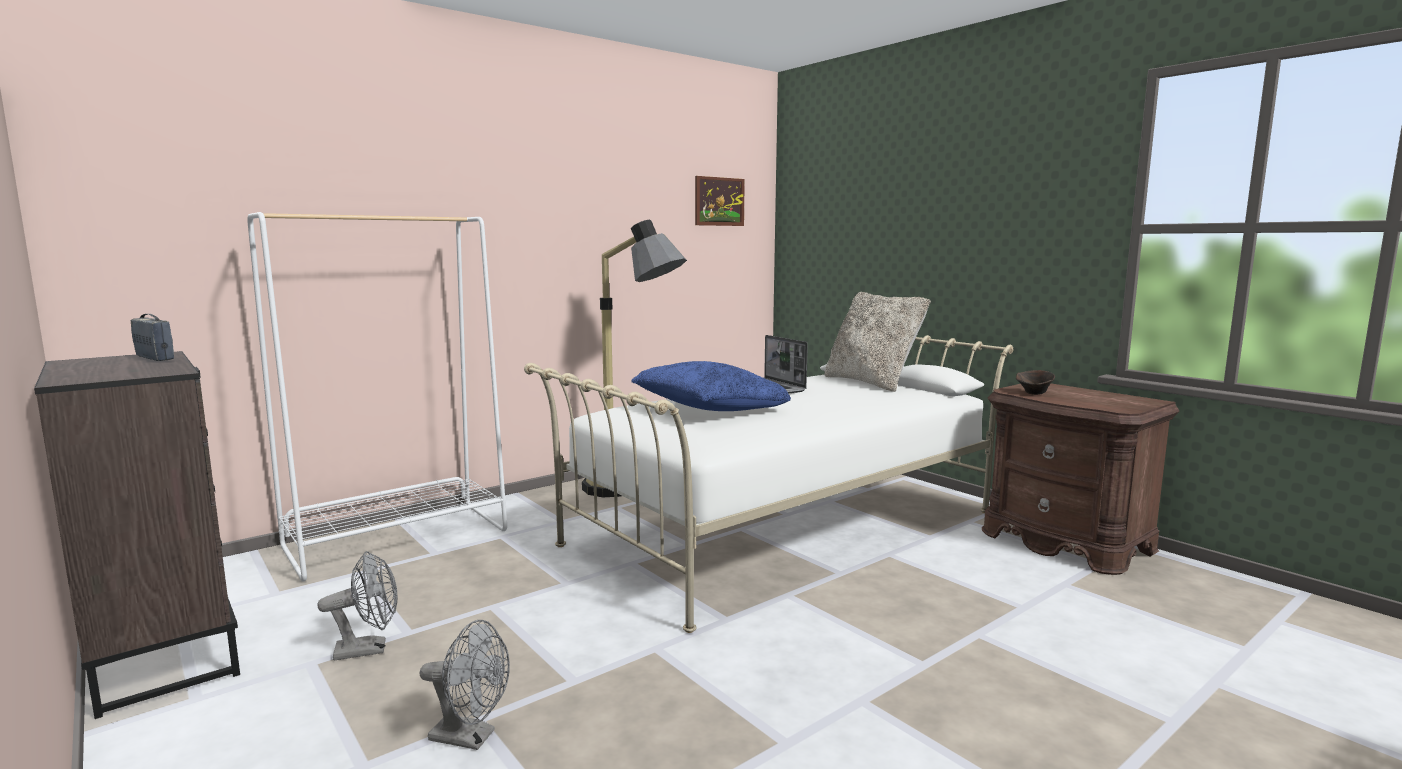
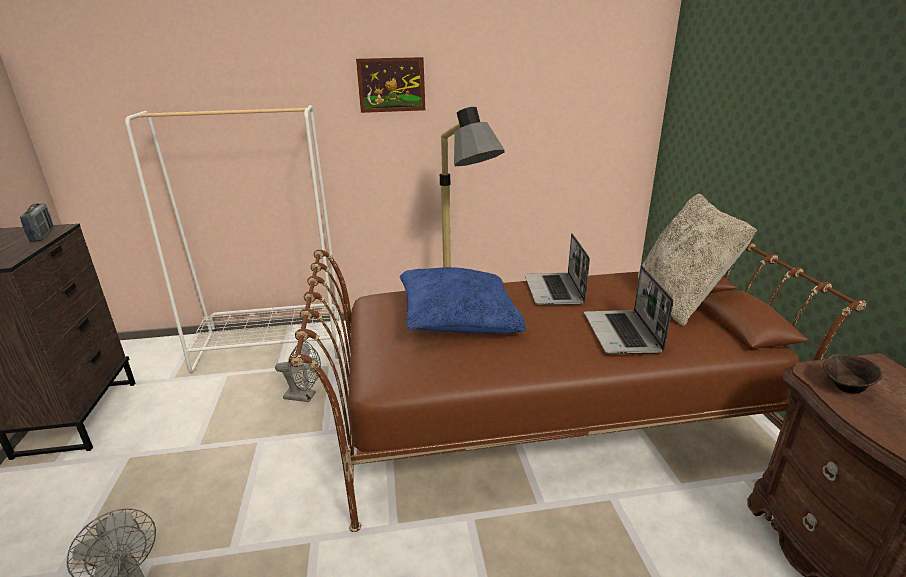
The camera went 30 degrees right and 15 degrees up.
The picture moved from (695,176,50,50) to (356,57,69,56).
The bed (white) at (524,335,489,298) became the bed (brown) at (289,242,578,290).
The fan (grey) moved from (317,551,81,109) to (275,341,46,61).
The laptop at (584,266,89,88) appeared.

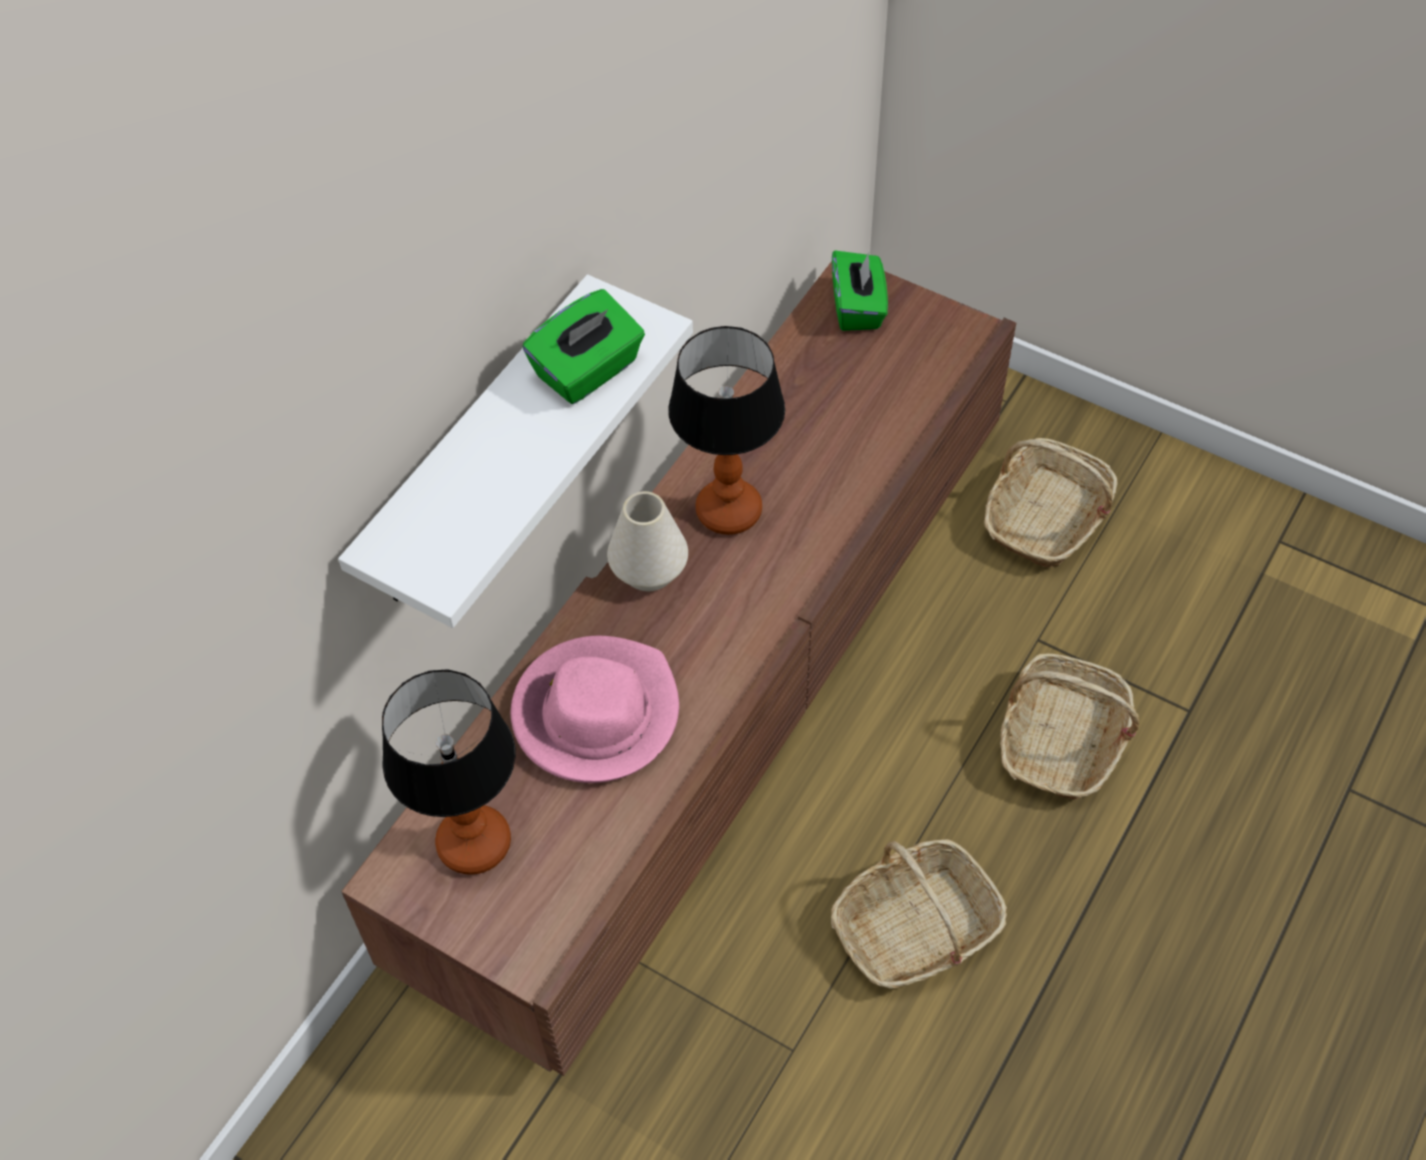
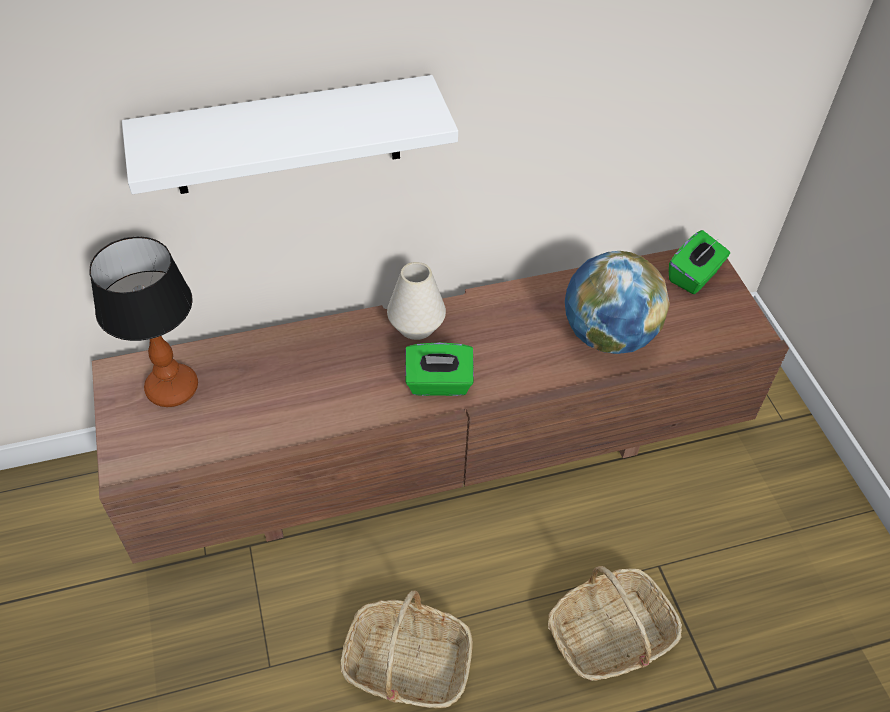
The camera went 40 degrees right and 5 degrees down.
The tissue box (green) moved from (522,289,123,115) to (405,343,69,53).
The table lamp at (668,326,117,209) disappeared.
The basket at (984,438,134,130) disappeared.
The hat (pink) at (511,636,168,147) disappeared.
The globe at (565,251,105,103) appeared.

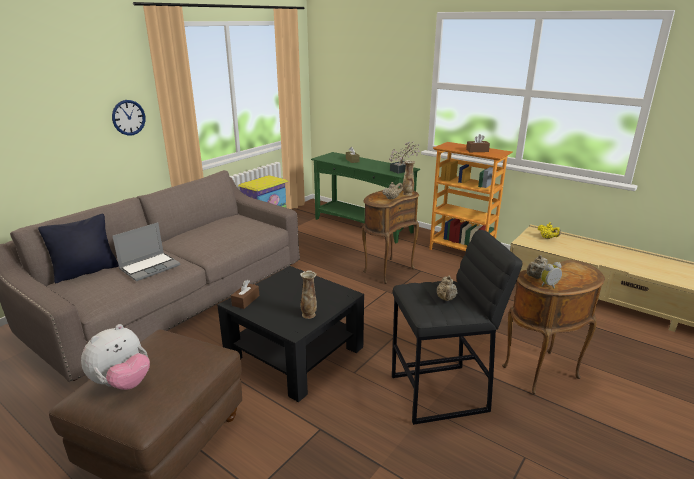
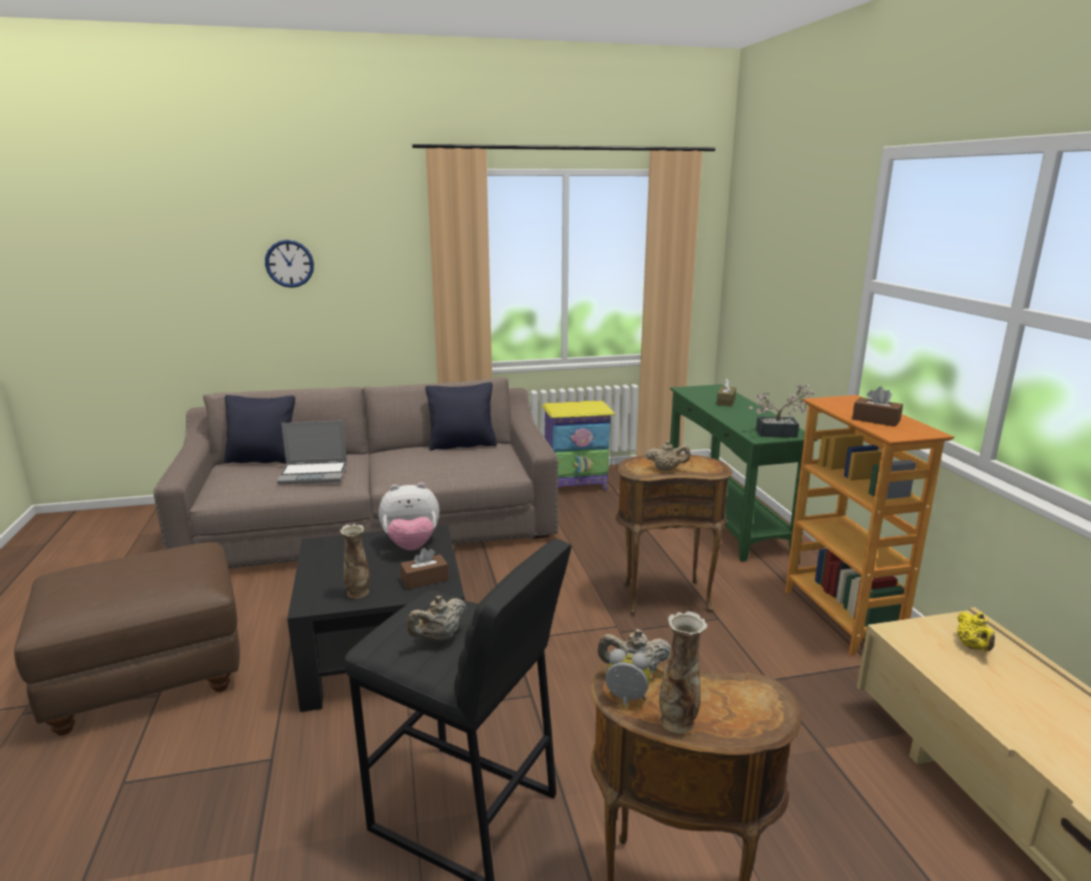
The camera went 40 degrees right and 5 degrees down.
The wall clock moved from (112,100,34,35) to (265,240,49,48).
The vase moved from (403,160,12,36) to (659,611,49,122).
The tissue box (brown) moved from (231,280,28,29) to (400,548,49,42).
The plush toy moved from (81,324,69,66) to (379,483,60,67).
The pillow (black) at (425,382,72,69) appeared.

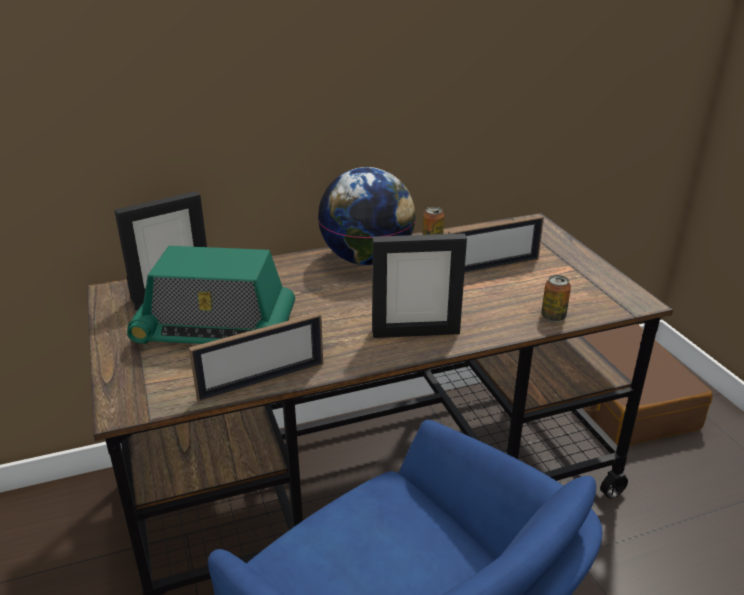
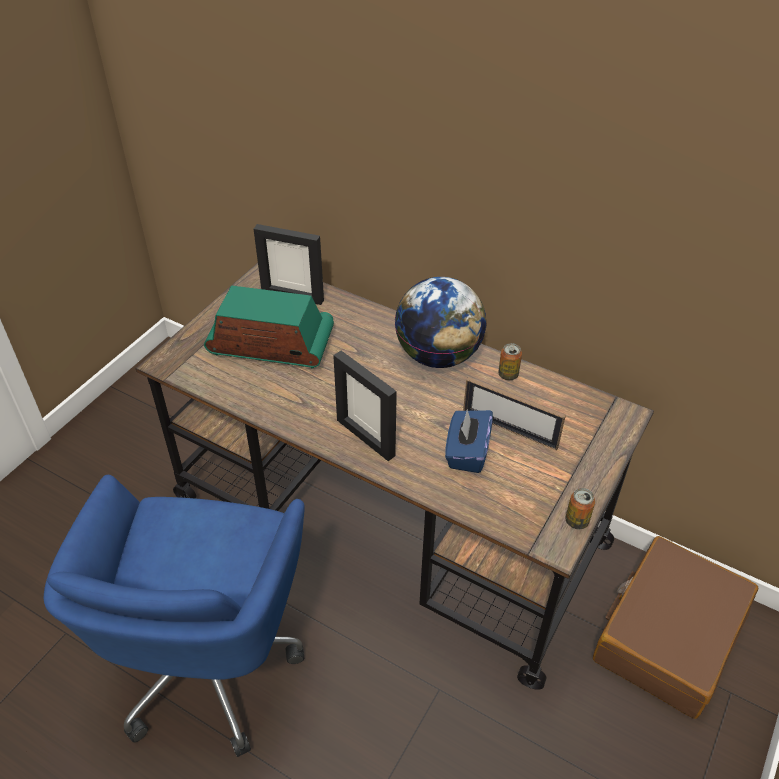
The camera went 50 degrees right and 15 degrees up.
The radio at (127,246,168,98) turned 135 degrees clockwise.
The can moved from (541,275,30,47) to (565,488,30,41).
The picture frame at (189,313,134,90) disappeared.
The tissue box (blue) at (445,409,48,64) appeared.

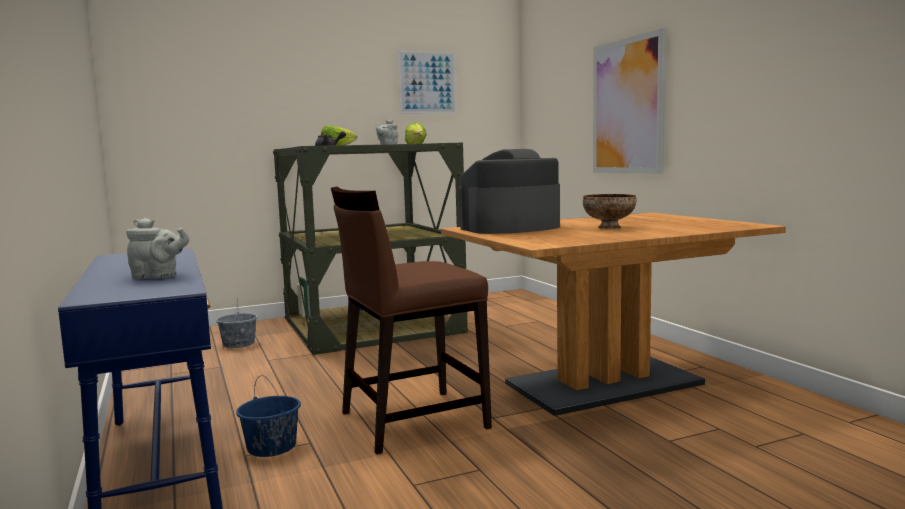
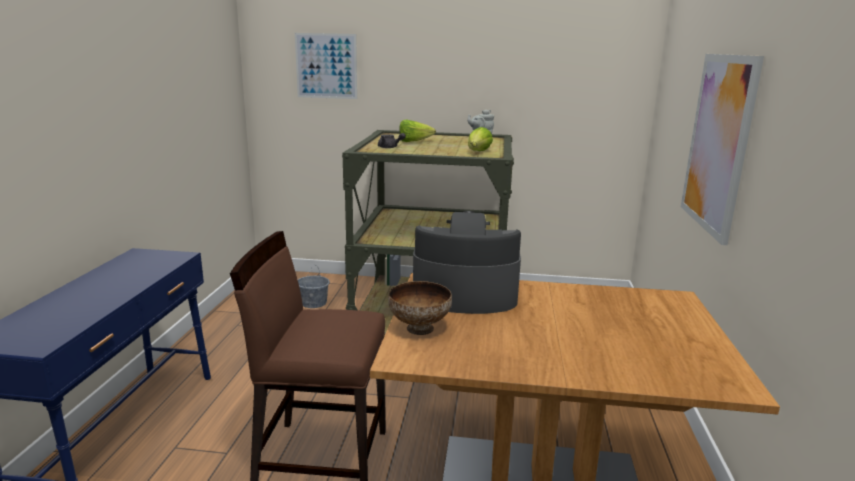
The camera went 30 degrees right and 10 degrees up.
The picture moved from (398,50,59,64) to (295,33,62,66).
The bowl moved from (583,194,53,35) to (388,281,64,54).
The teapot (grey) at (126,218,64,61) disappeared.
The bucket (blue) at (236,375,65,82) disappeared.

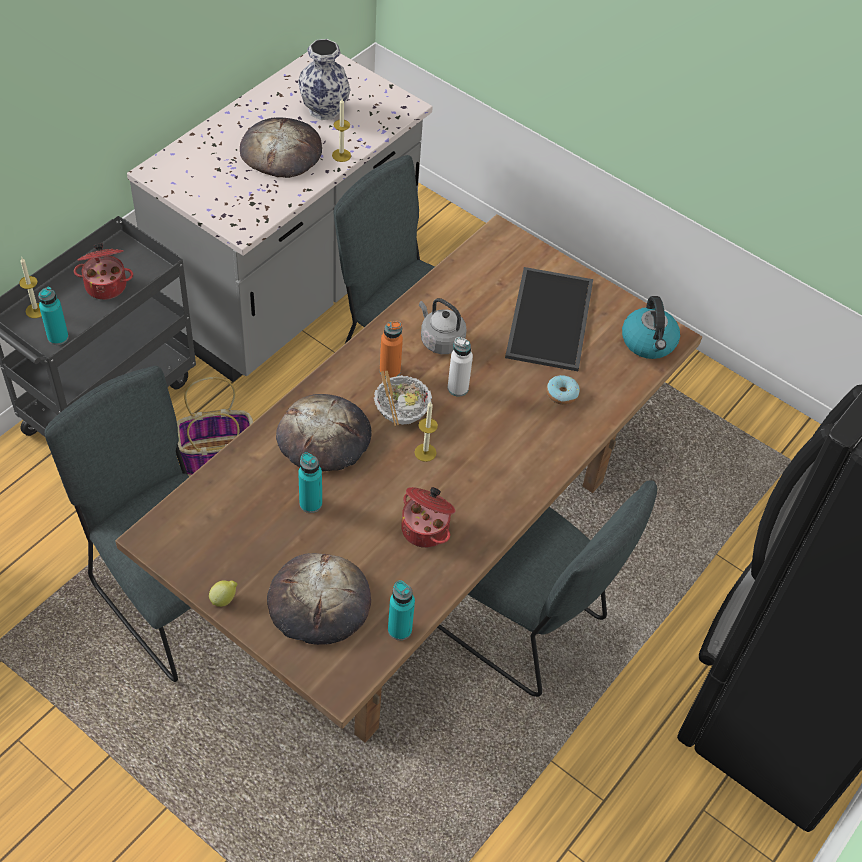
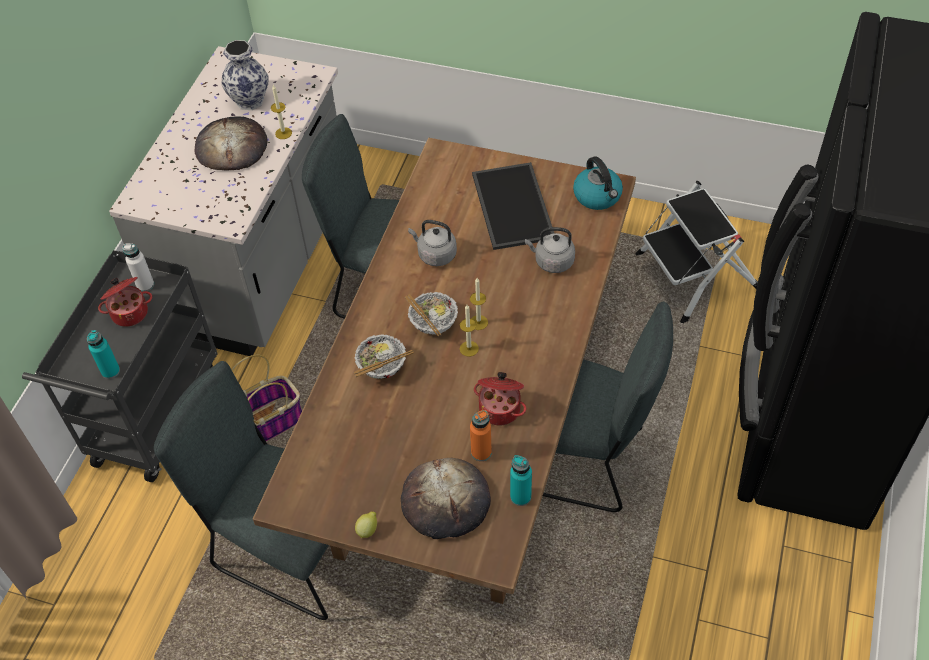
The camera went 15 degrees left and 0 degrees up.
The candle moved from (19,258,23,60) to (470,278,18,52).
The bottle (orange) moved from (380,321,23,57) to (470,410,22,51).
The bottle (white) moved from (448,337,25,60) to (122,243,32,49).
The donut at (546,375,34,30) was replaced by the kettle (grey) at (525,227,50,46).
The bread at (276,394,96,77) was replaced by the bowl at (354,334,60,45).
The bottle (turquoise) at (298,452,24,61) disappeared.
The step ladder at (635,181,123,142) appeared.

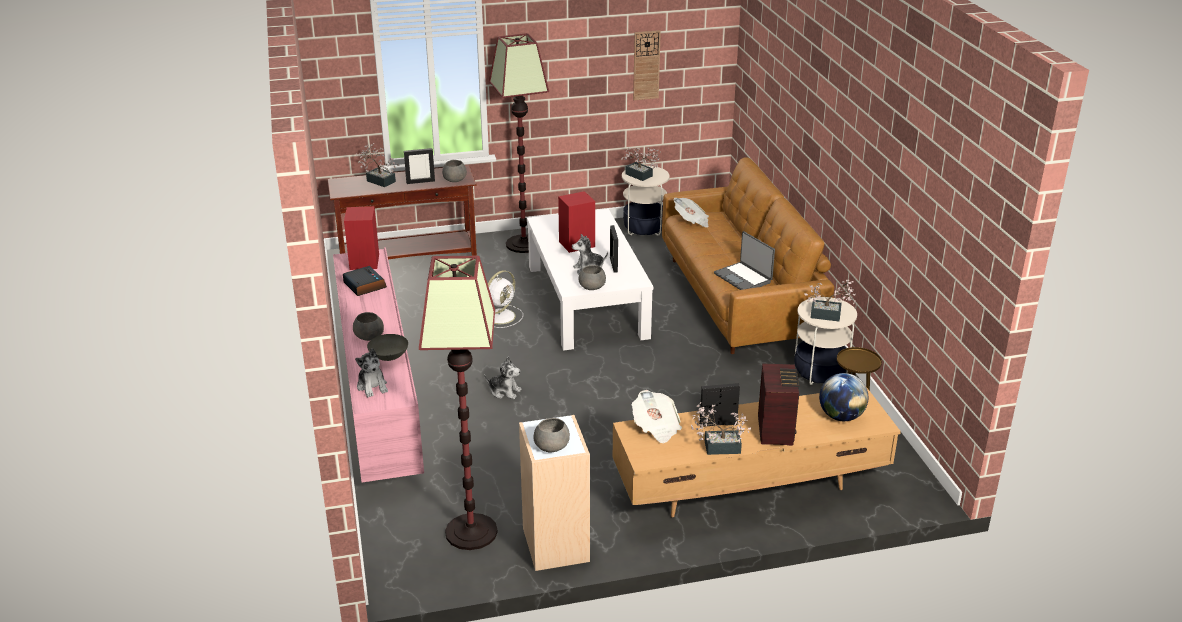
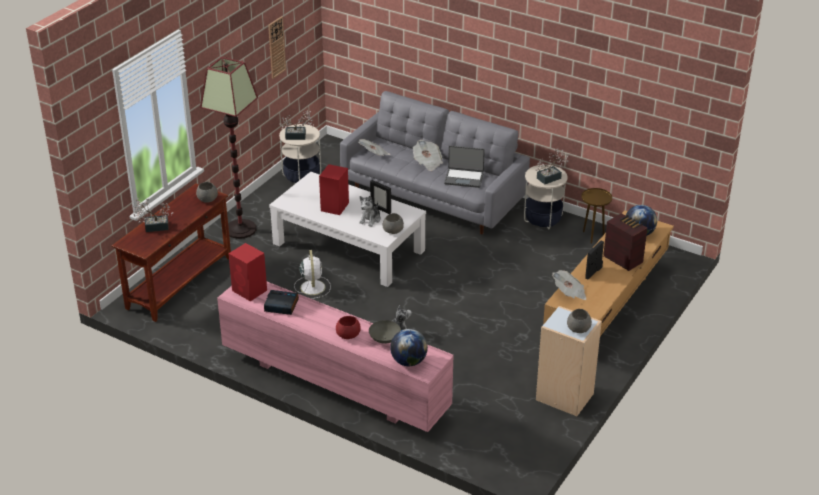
The camera went 45 degrees left and 5 degrees up.
The picture frame at (404,148,31,36) disappeared.
The sofa (brown) at (662,157,172,197) became the sofa (grey) at (340,91,190,143).
The floor lamp at (419,256,79,294) disappeared.
The bowl (grey) at (353,312,31,29) became the bowl (red) at (336,316,25,23).
The plush toy at (355,348,33,50) was replaced by the globe at (390,329,38,37).
The potted plant at (691,402,60,53) disappeared.
The newspaper at (413,140,30,31) appeared.

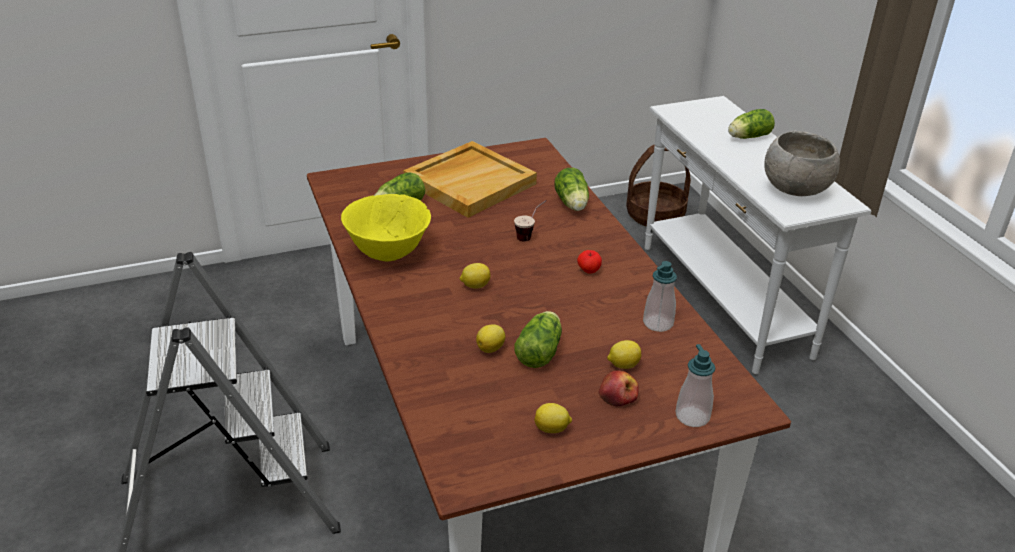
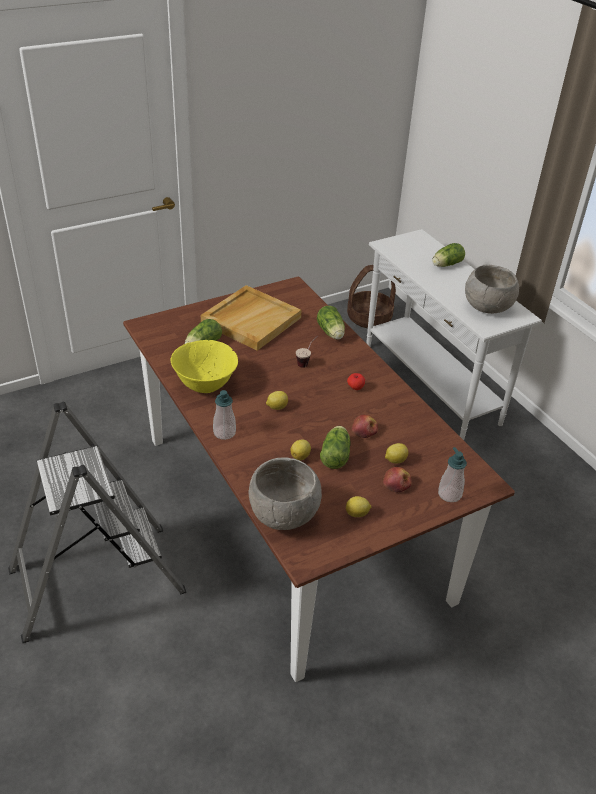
The camera went 10 degrees left and 5 degrees up.
The soap dispenser moved from (643,261,34,71) to (213,390,23,50).
The apple at (352,415,26,23) appeared.
The bowl (grey) at (249,457,73,73) appeared.

